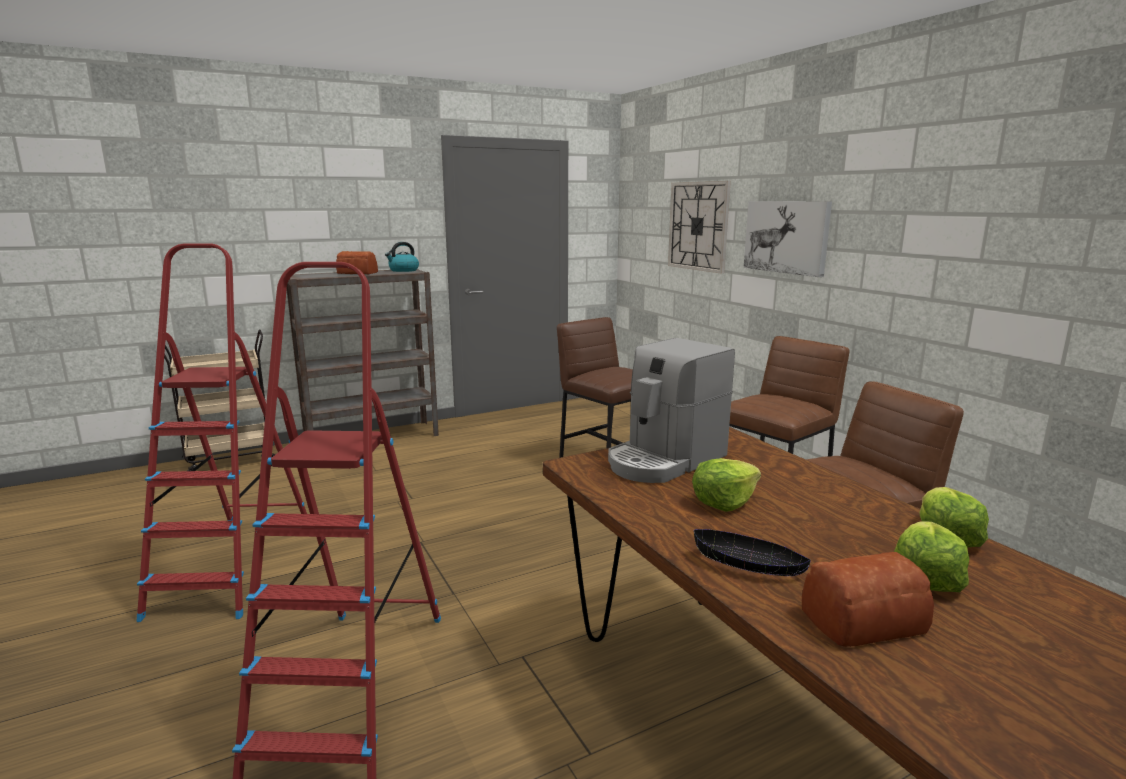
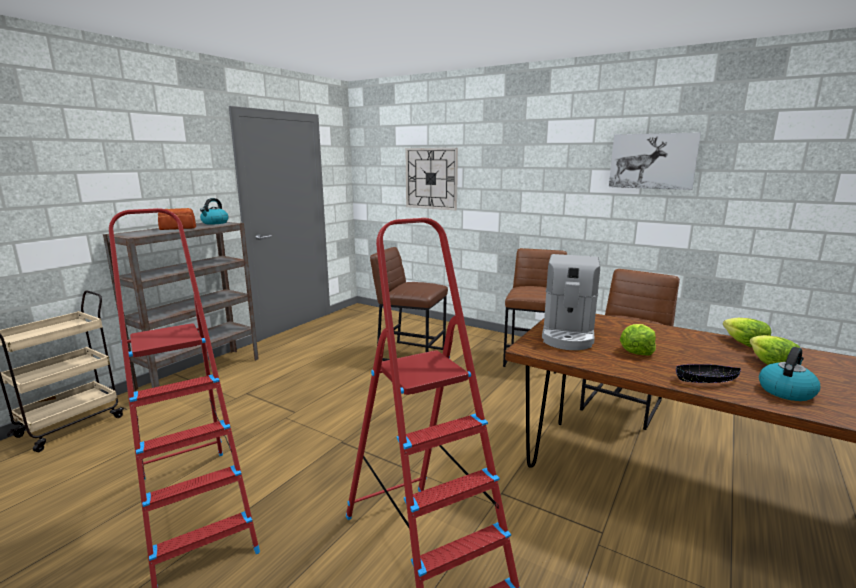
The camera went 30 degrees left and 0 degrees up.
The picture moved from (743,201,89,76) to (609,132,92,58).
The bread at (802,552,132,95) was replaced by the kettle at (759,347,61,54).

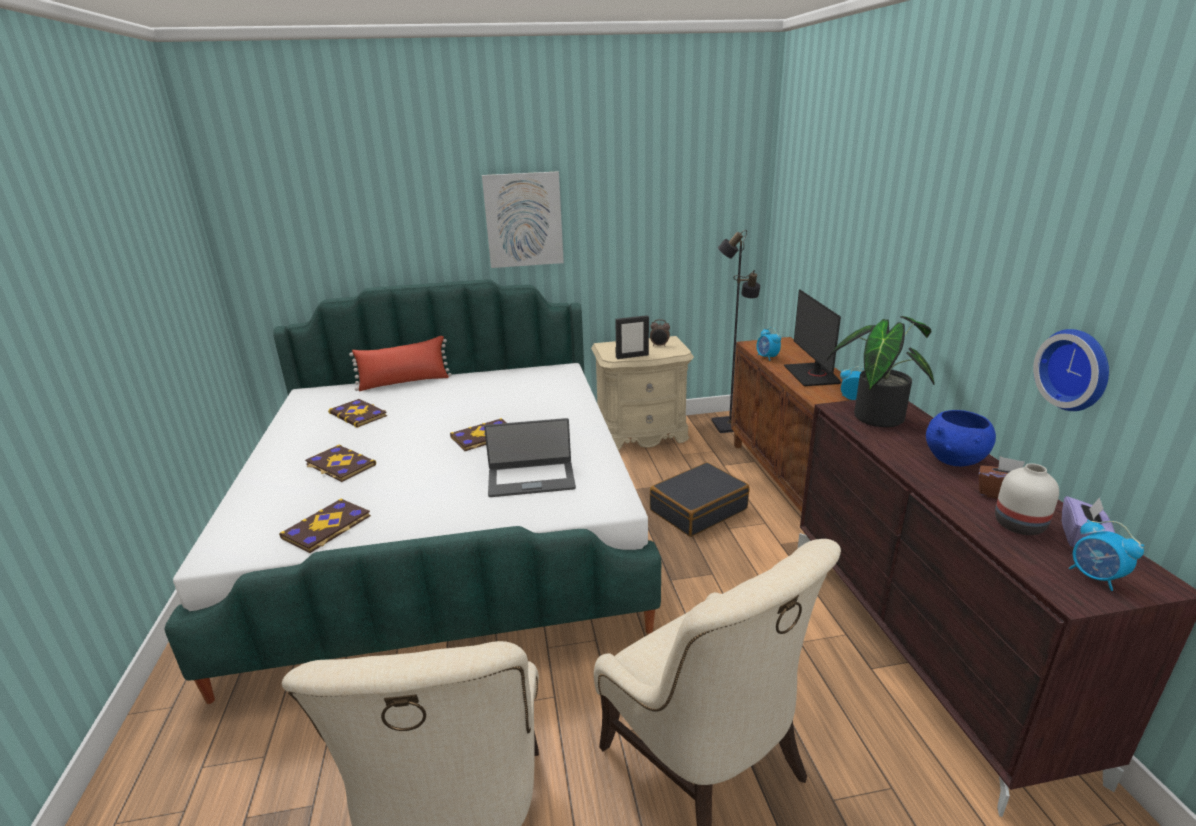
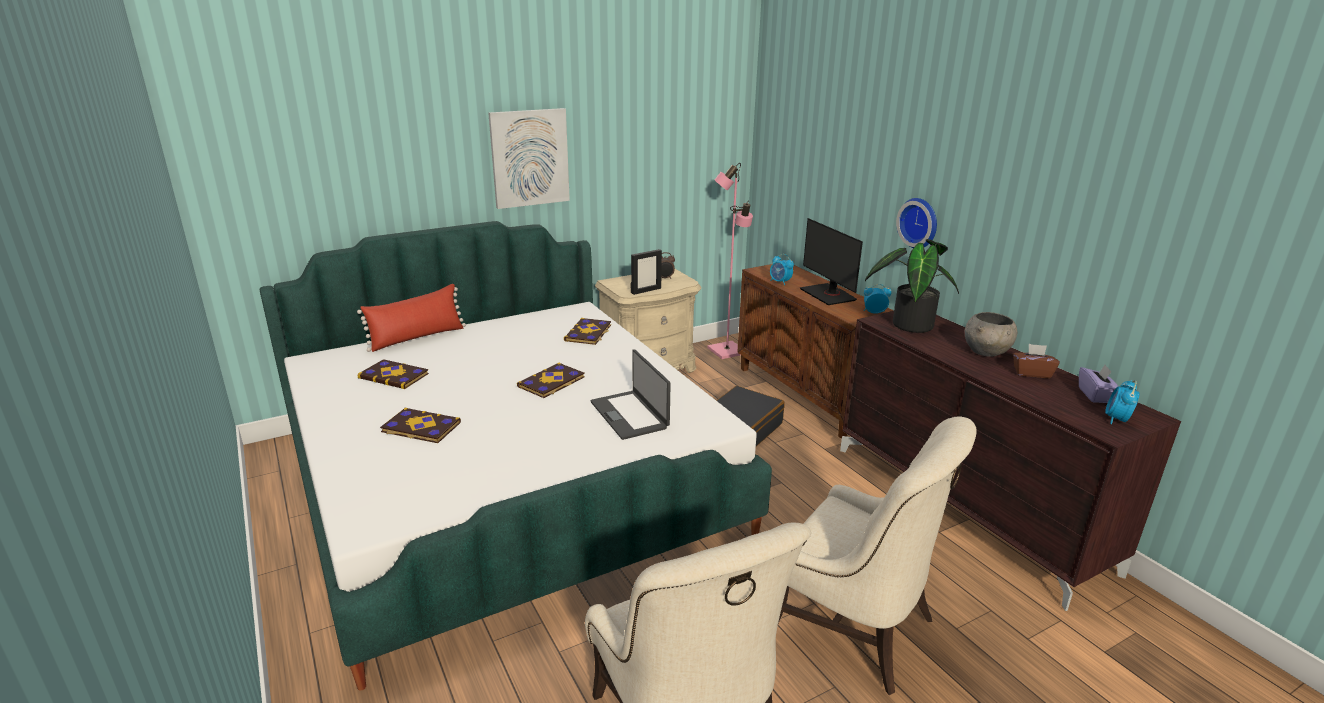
The camera went 20 degrees left and 0 degrees up.
The floor lamp (black) at (711,230,49,203) became the floor lamp (pink) at (708,163,45,196).
The wall clock moved from (1033,329,76,82) to (896,198,41,50).
The bowl (blue) at (926,410,70,56) became the bowl (grey) at (965,312,52,45).
The laptop at (484,418,92,79) turned 90 degrees clockwise.
The vase (white) at (995,463,64,72) disappeared.
The book moved from (279,499,92,54) to (564,318,47,27).
The alarm clock at (1069,520,75,71) turned 75 degrees clockwise.

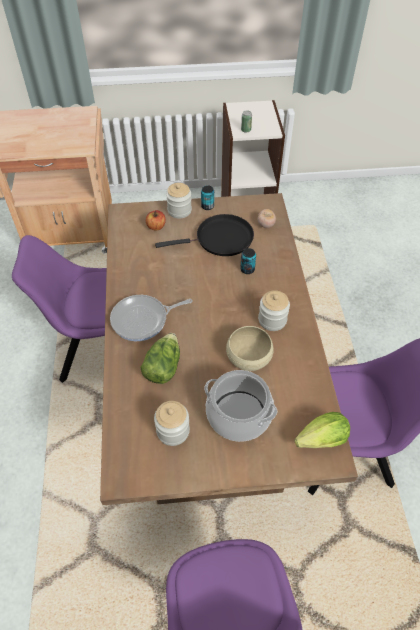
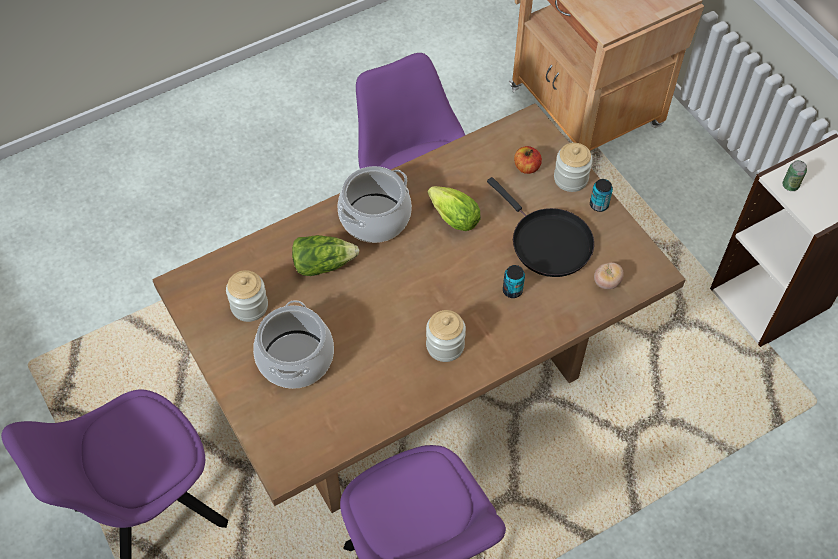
The camera went 65 degrees right and 5 degrees up.
The frying pan at (110,295,83,46) was replaced by the cooking pot at (338,166,74,77).
The bowl (beige) at (226,326,48,45) disappeared.
The lettuce moved from (294,412,56,36) to (428,186,52,45).

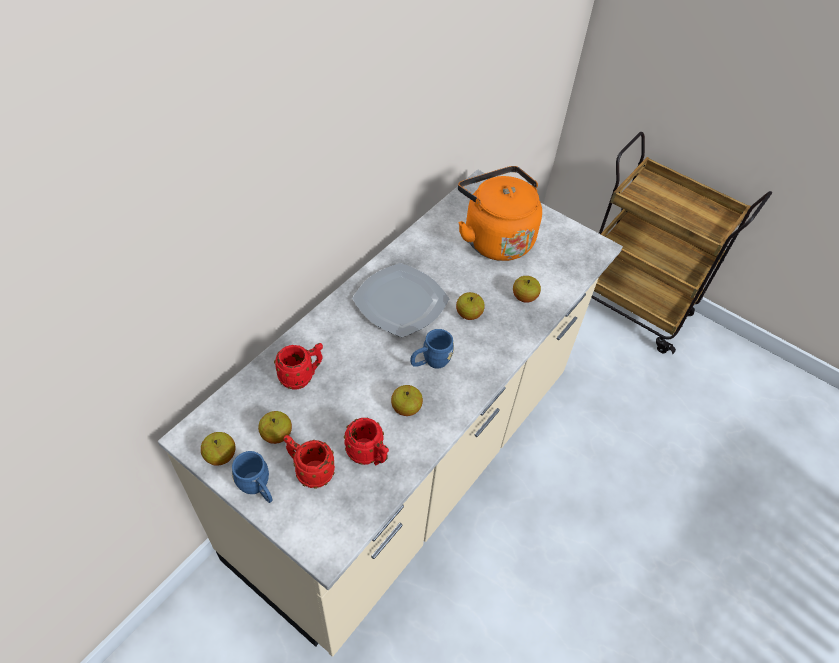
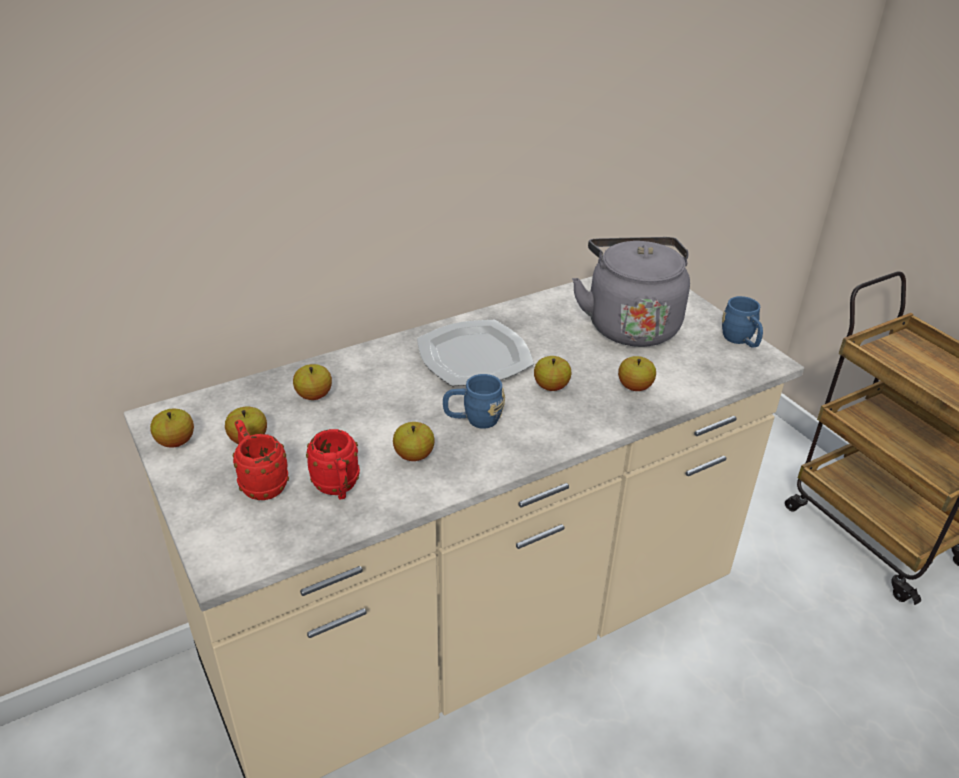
The camera went 25 degrees right and 15 degrees down.
The kettle (orange) at (458,166,84,95) became the kettle (grey) at (572,237,118,110).
The mug (red) at (274,343,49,47) was replaced by the apple at (293,364,39,36).
The mug (blue) moved from (232,451,40,52) to (722,296,41,52).

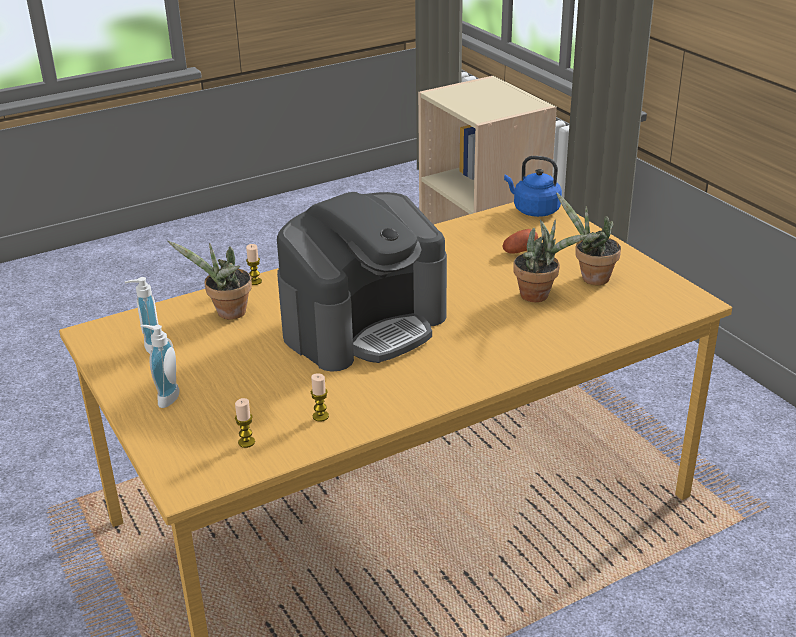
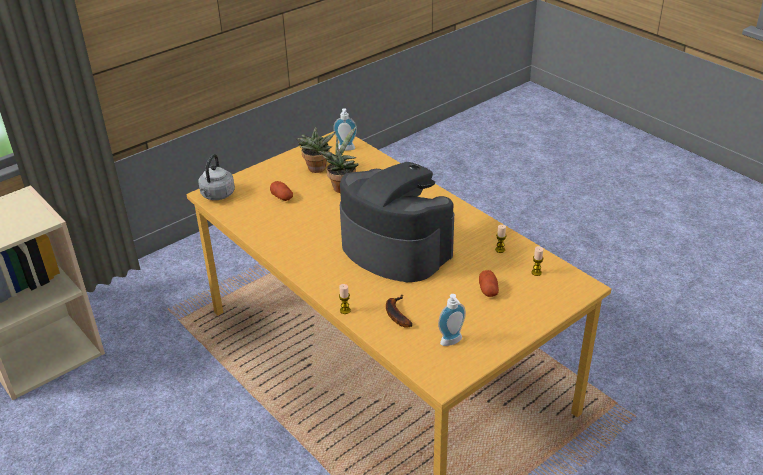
The camera went 100 degrees left and 5 degrees up.
The kettle (blue) at (504,156,58,61) became the kettle (grey) at (198,154,37,46).
The potted plant at (167,241,85,79) was replaced by the banana at (386,294,27,33).
The soap dispenser moved from (140,325,39,83) to (333,108,24,43).
The potato at (479,270,20,27) appeared.

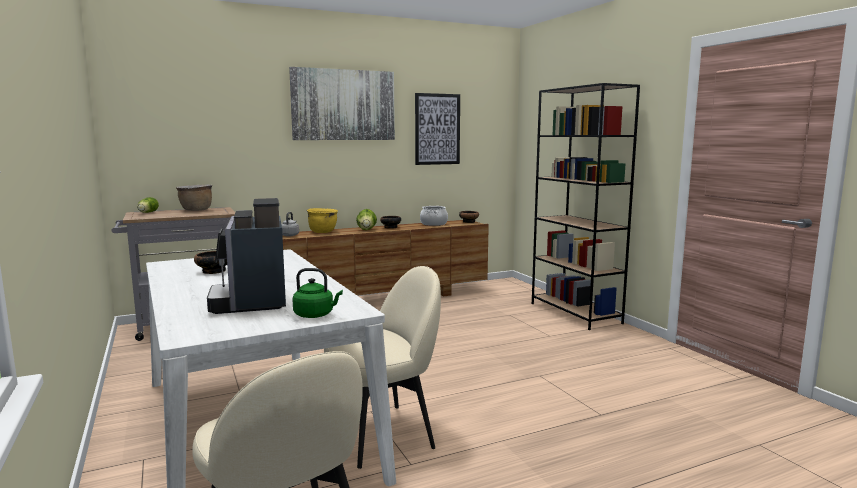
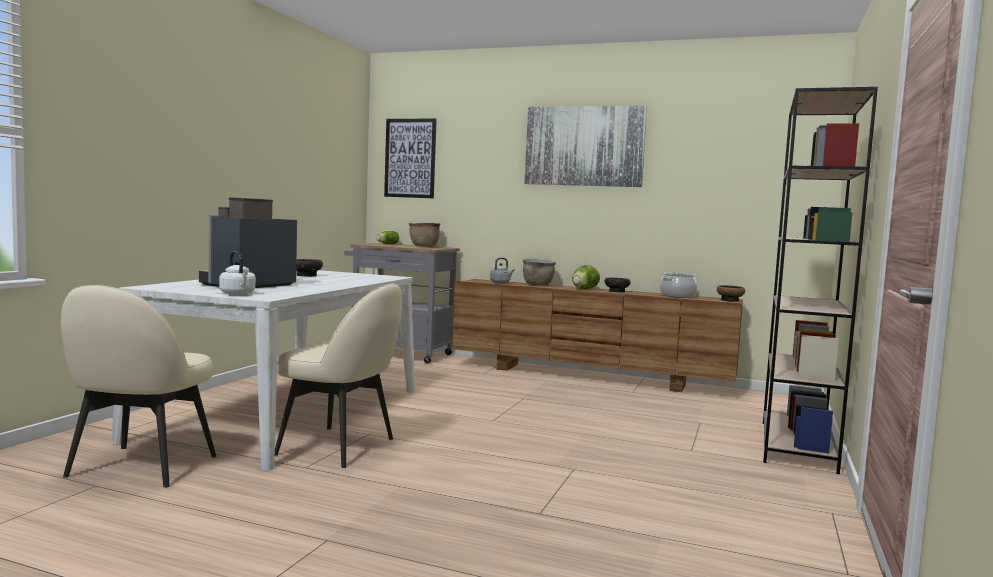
The camera went 45 degrees right and 5 degrees down.
The picture moved from (415,93,45,72) to (384,119,53,79).
The cooking pot (yellow) at (307,208,31,25) became the cooking pot (brown) at (523,258,33,28).
The kettle (green) at (293,268,50,50) became the kettle (white) at (219,251,37,44).

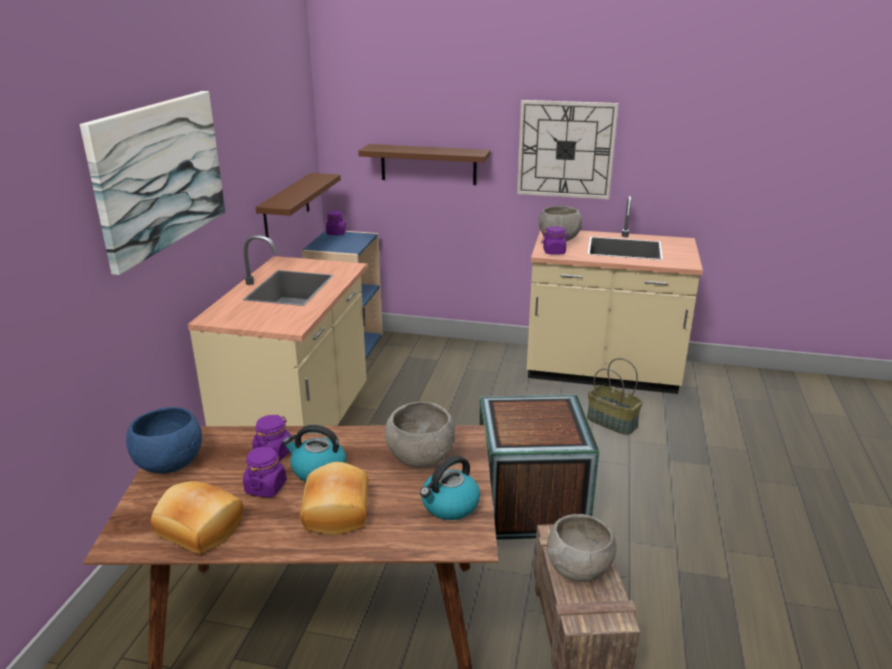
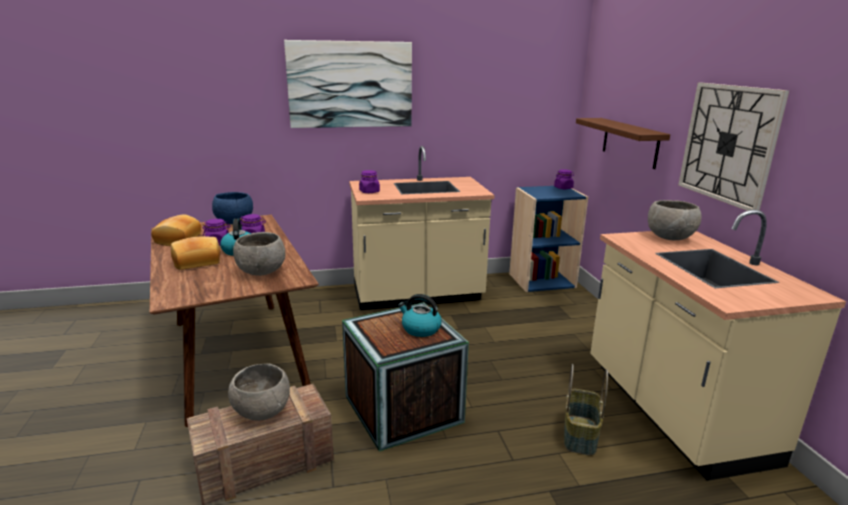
The camera went 65 degrees right and 5 degrees down.
The shelf (brown) at (255,173,86,65) disappeared.
The jar (purple) moved from (541,226,29,29) to (359,170,21,23).
The kettle moved from (420,455,60,65) to (398,294,44,43).

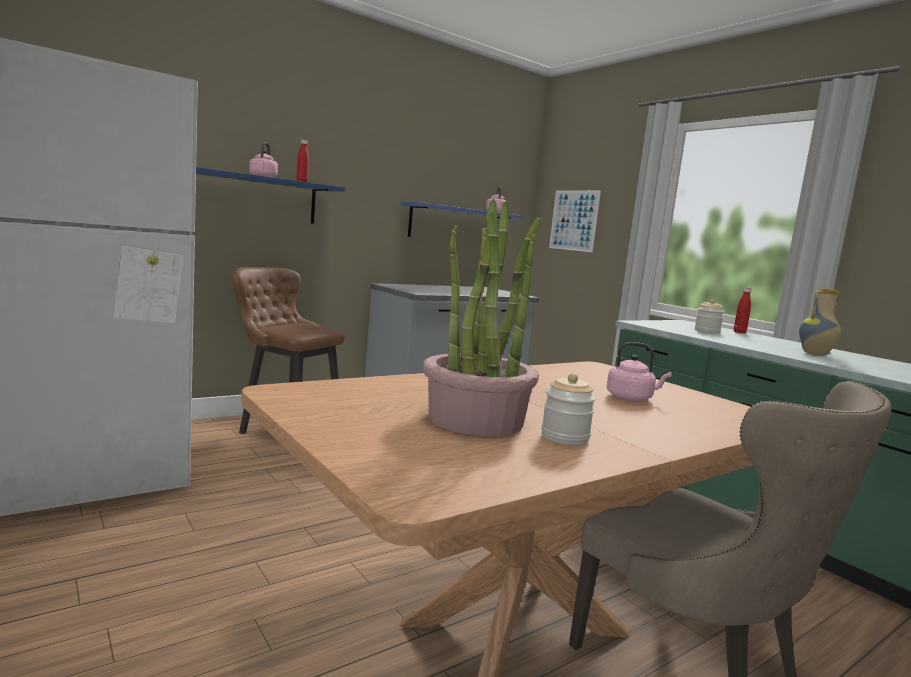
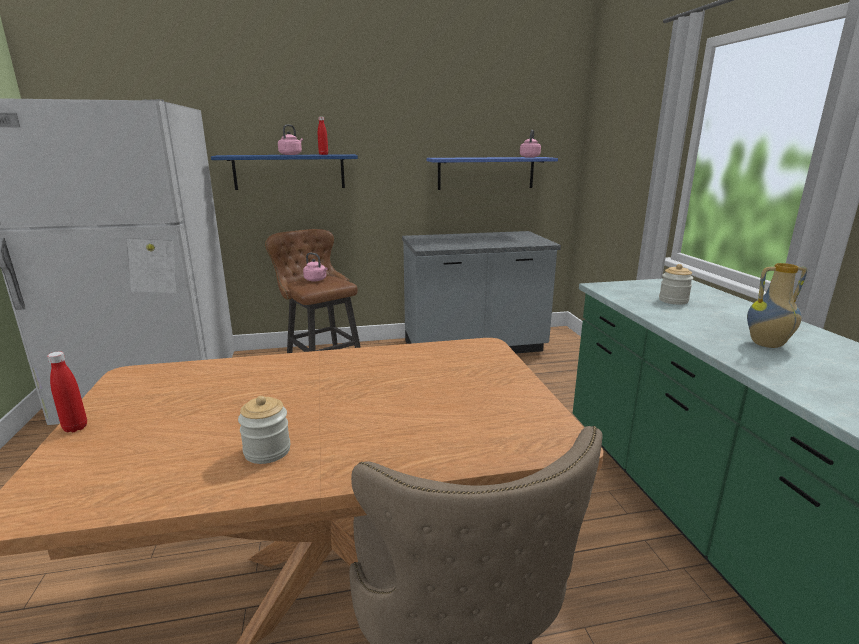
The camera went 25 degrees right and 10 degrees up.
The picture at (549,190,52,62) disappeared.
The potted plant at (423,199,119,237) disappeared.
The bottle (red) moved from (734,287,18,47) to (47,351,40,81).
The kettle (pink) moved from (607,342,65,59) to (303,253,25,28).

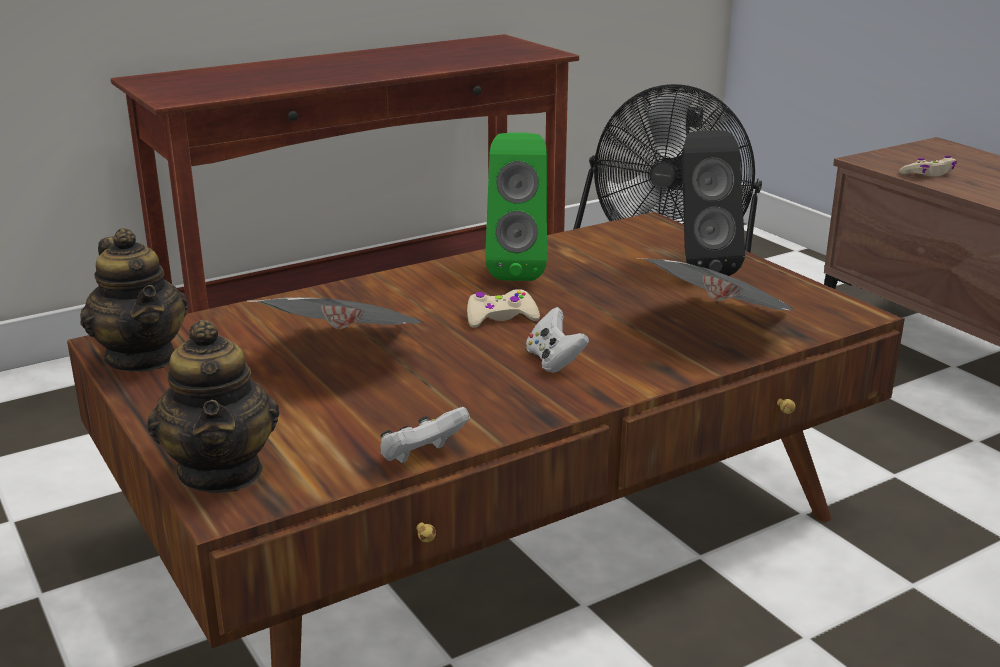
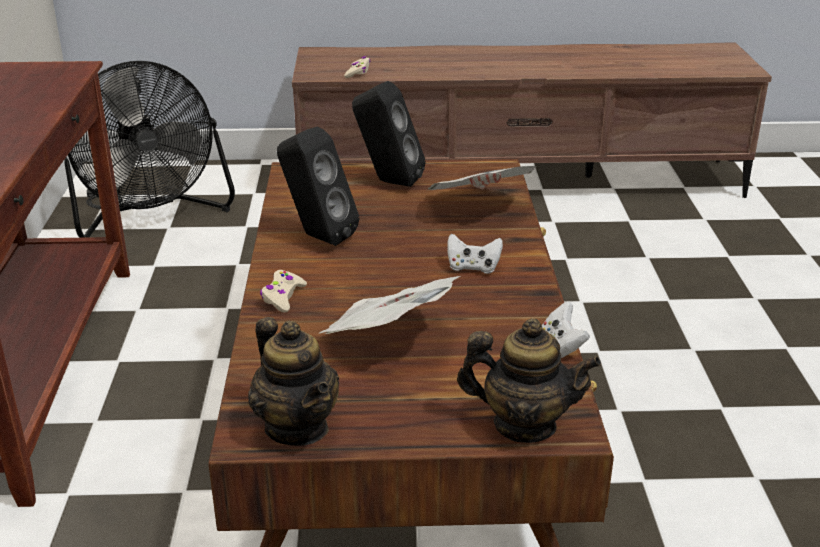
The camera went 60 degrees left and 5 degrees up.
The speaker (green) at (485,132,62,149) became the speaker (black) at (277,127,82,119).
The teapot at (80,228,108,143) turned 60 degrees clockwise.
The game controller (beige) moved from (467,289,73,39) to (260,270,47,42).

